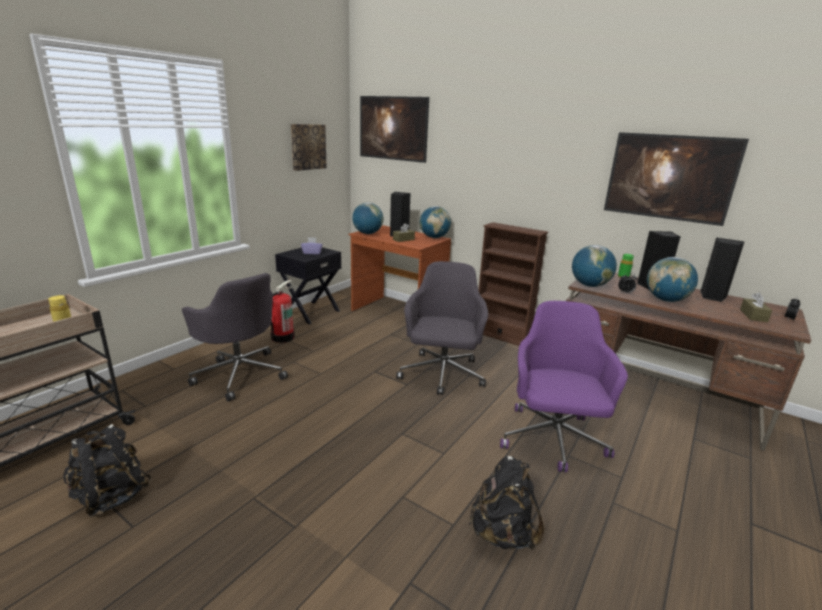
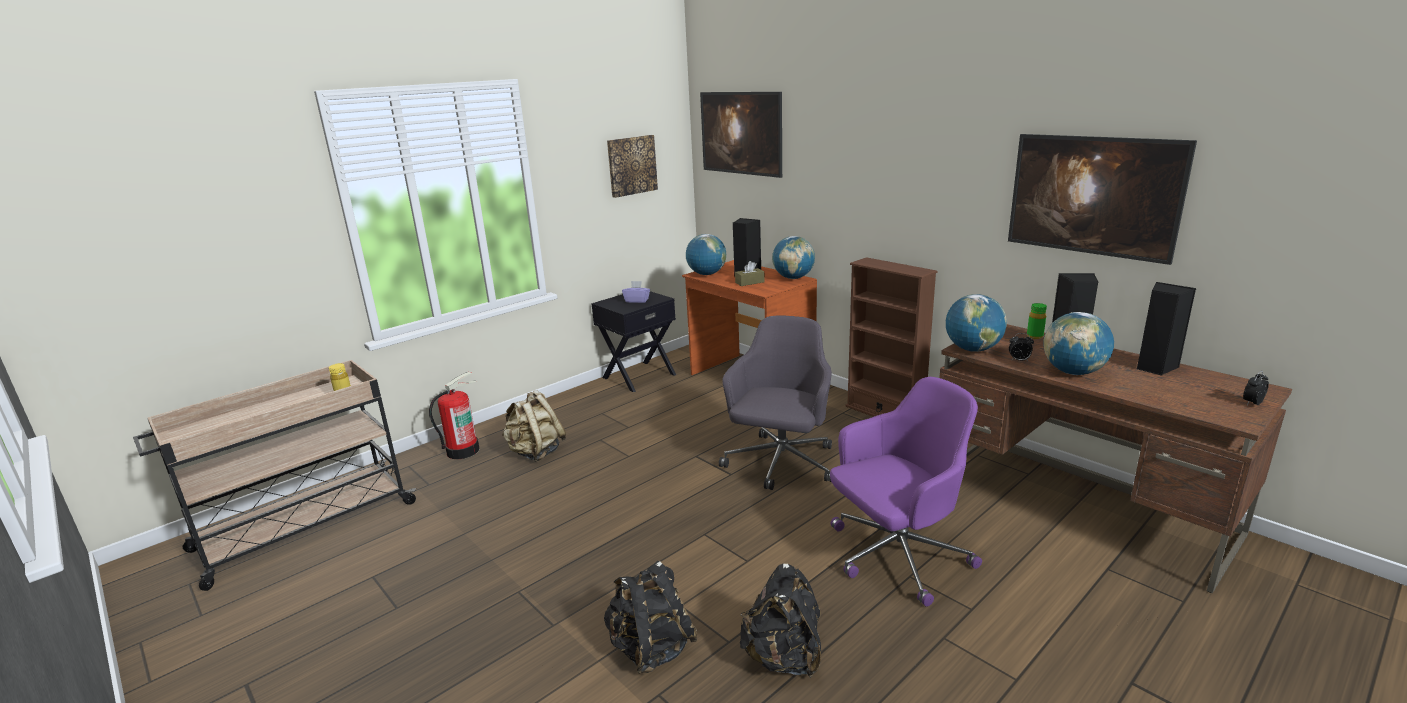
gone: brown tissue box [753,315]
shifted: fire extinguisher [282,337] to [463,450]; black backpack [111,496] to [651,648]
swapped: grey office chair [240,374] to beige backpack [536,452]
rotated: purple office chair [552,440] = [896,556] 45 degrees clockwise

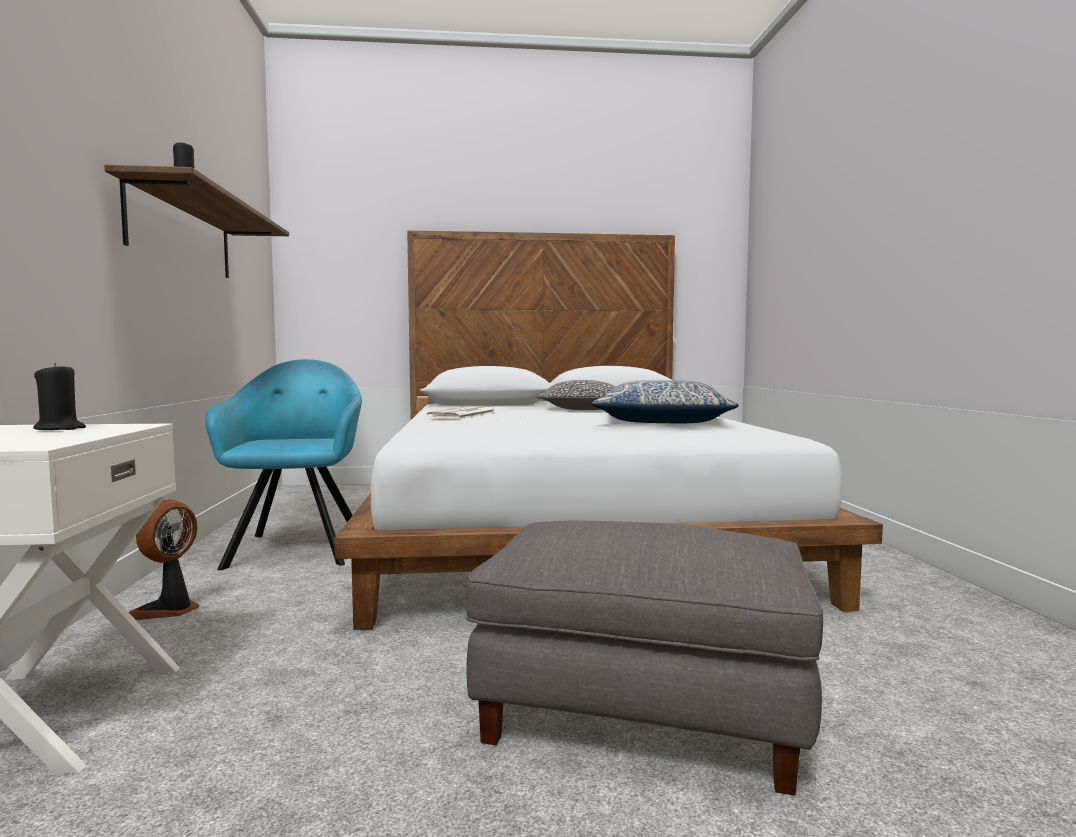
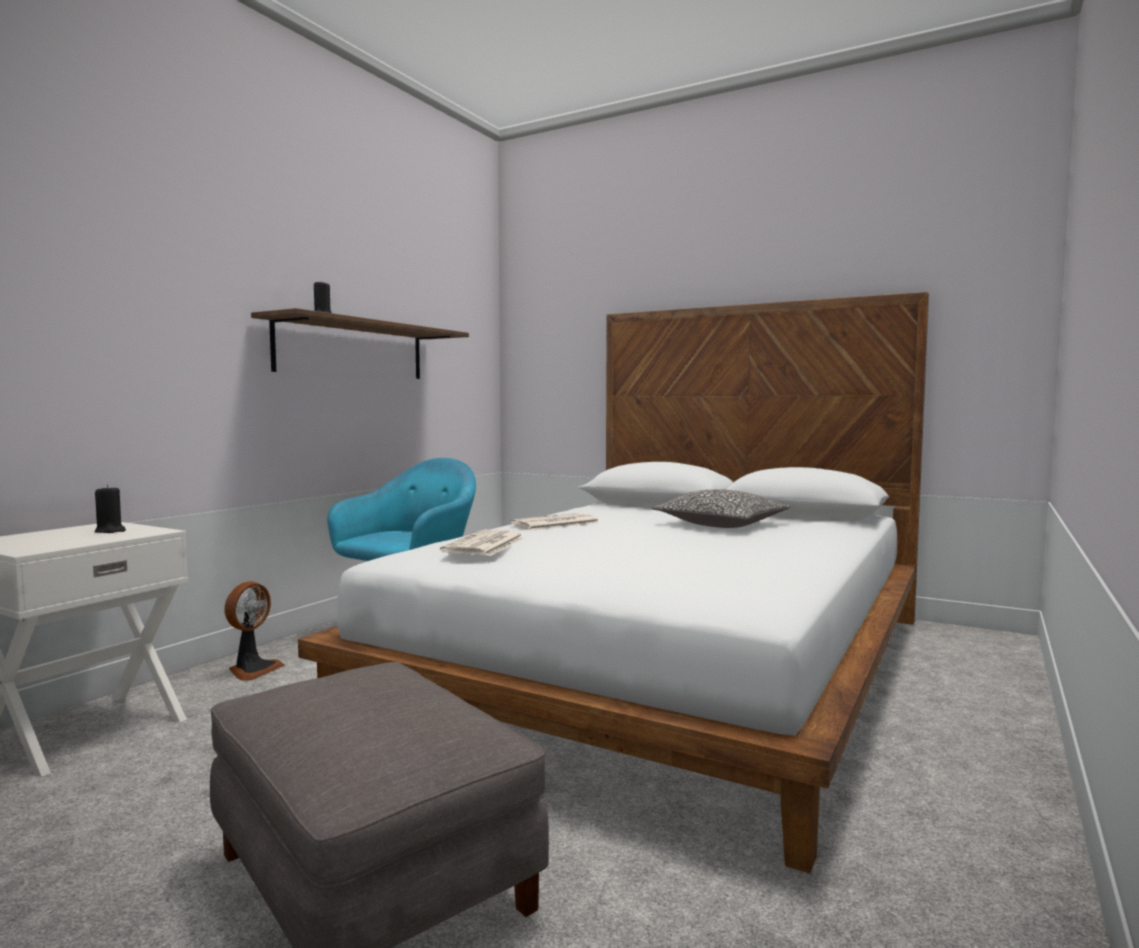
gone: pillow [662,422]
new: newspaper [485,545]
rotated: fan [169,610] = [252,670] 150 degrees clockwise

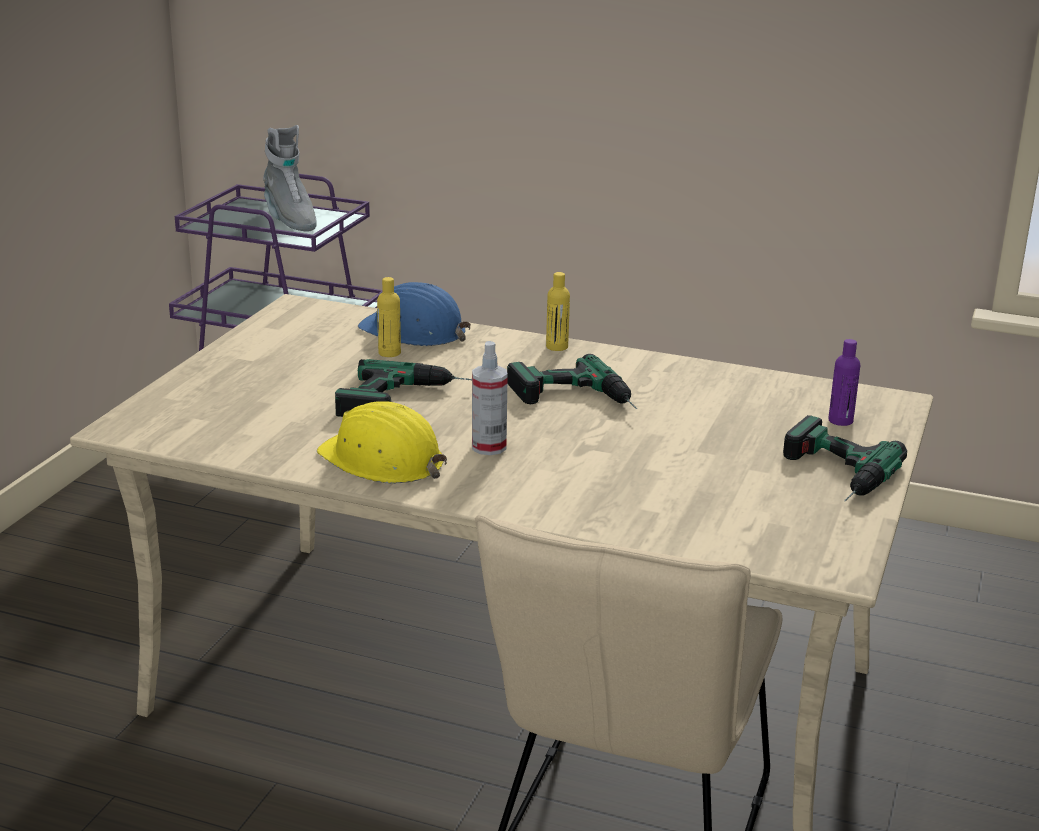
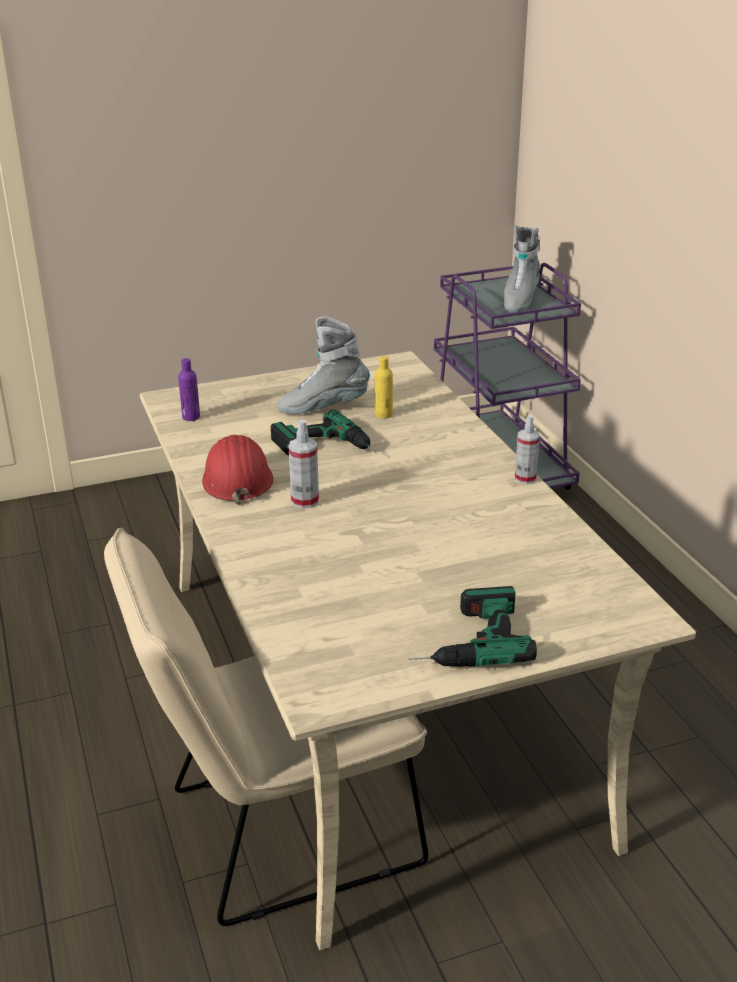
gone: blue hard hat [414,331]; power drill [575,400]; yellow bottle [557,347]
new: grey boot [323,407]; spray bottle [525,478]
shifted: purple bottle [840,421] to [191,417]
repainted: yellow hard hat [382,460] to red hard hat [237,479]

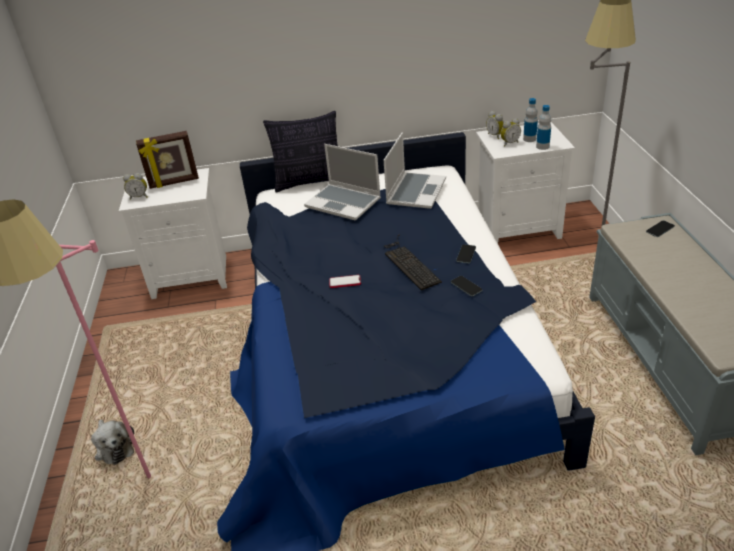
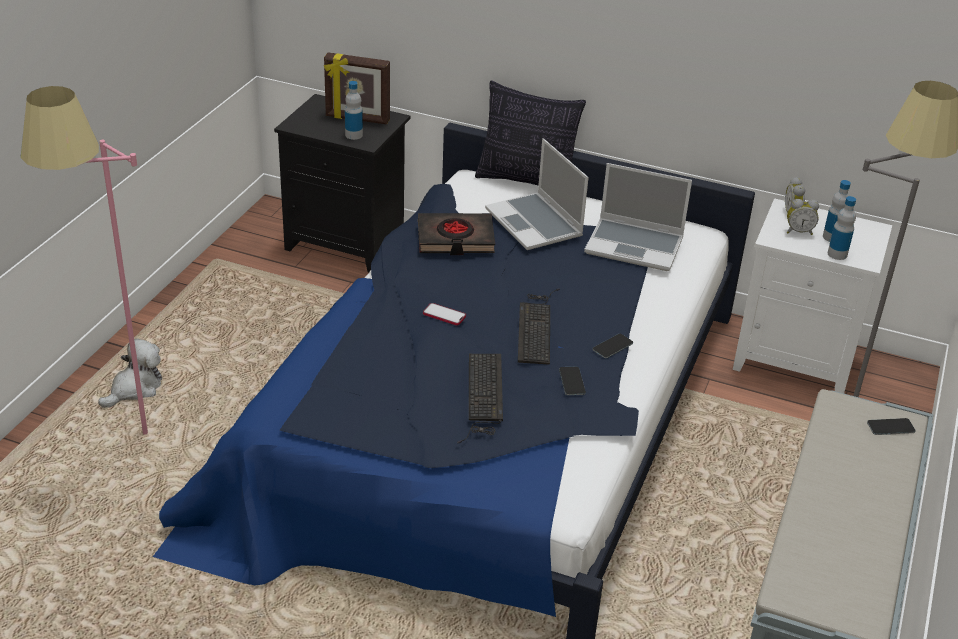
gone: alarm clock [139,197]
new: bottle [354,135]; black book [455,239]; keyboard [483,396]
repainted: white nightstand [192,275] to black nightstand [348,242]
rotated: plush toy [114,447] = [135,389] 135 degrees counterclockwise; laptop [415,191] = [635,246] 60 degrees clockwise

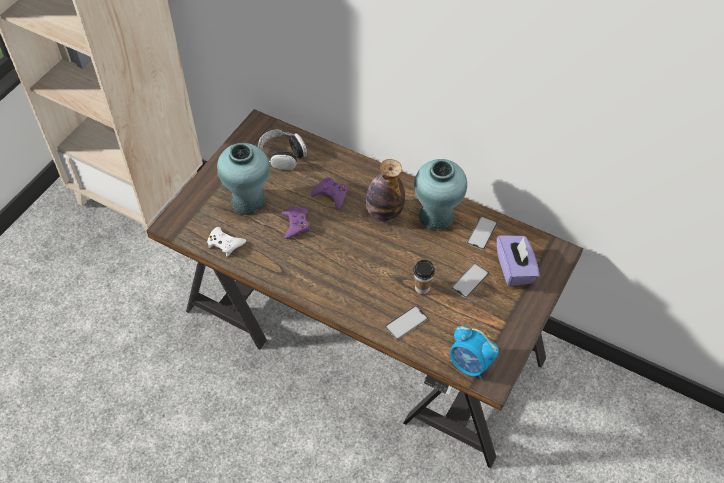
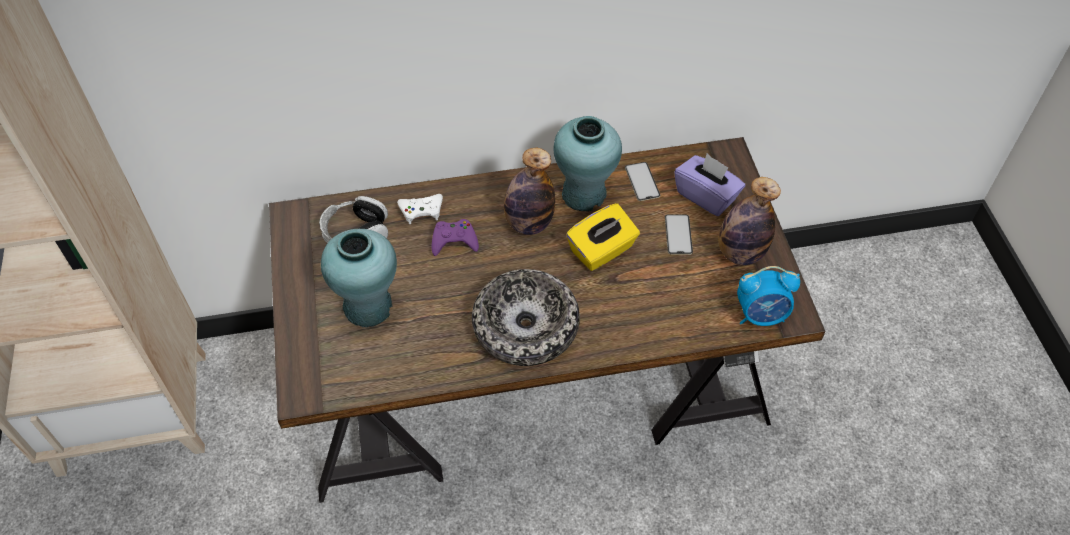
gone: purple game controller [296,224]; phone [406,323]; cup [422,288]
new: bowl [526,326]; yellow tissue box [602,251]; bottle [740,253]
shifted: white game controller [225,243] to [421,210]

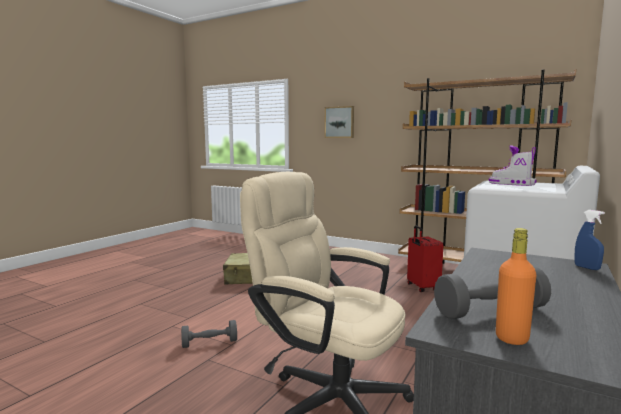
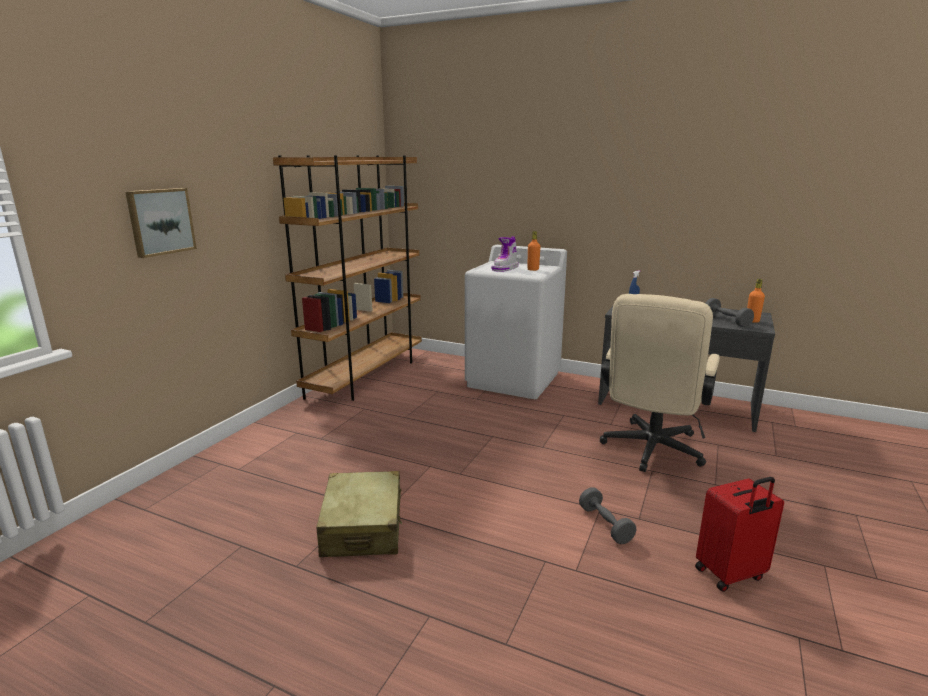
new: orange bottle [533,269]
shifted: red suitcase [422,287] to [730,574]

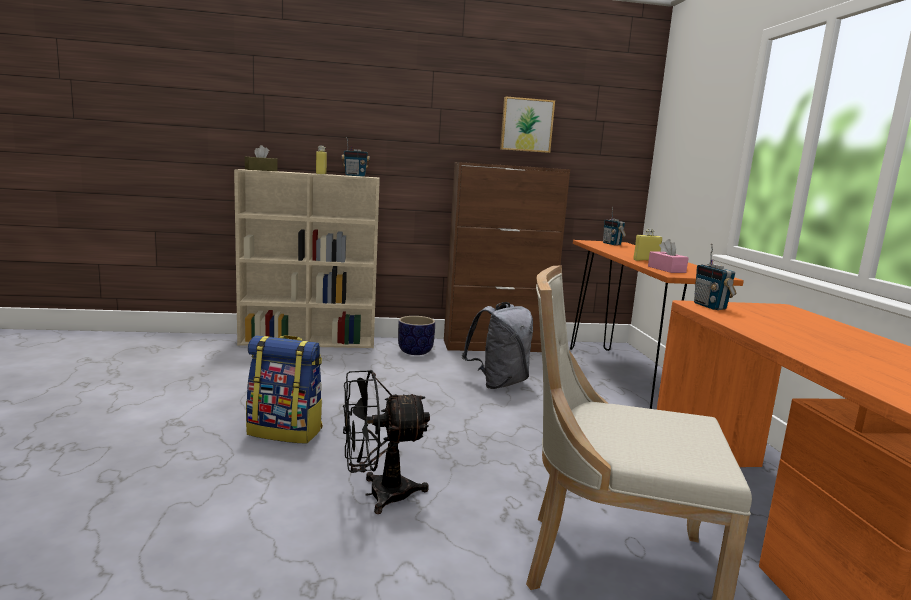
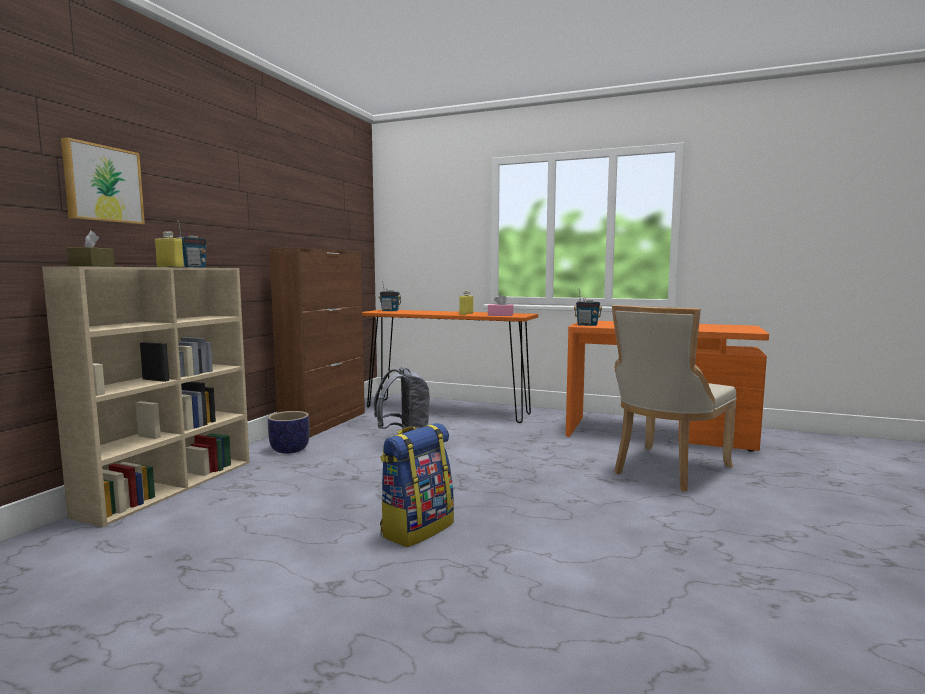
gone: black fan [378,494]
shifted: picture [526,125] to [102,184]

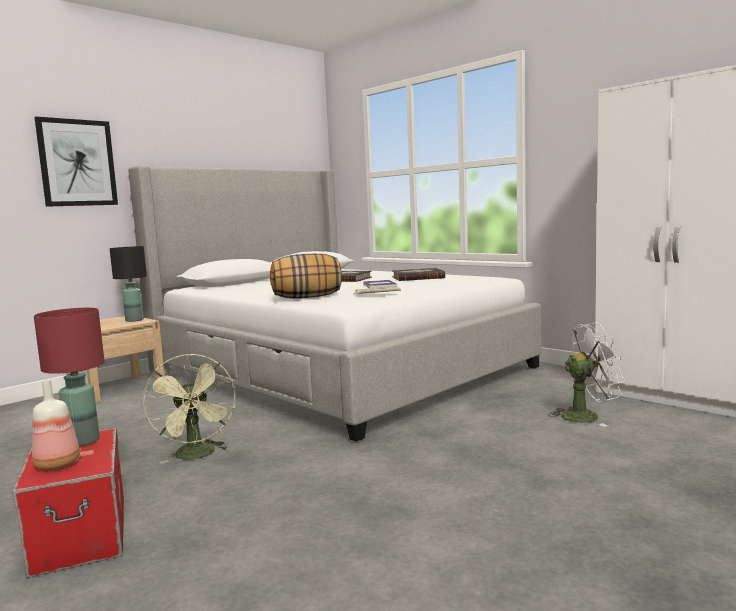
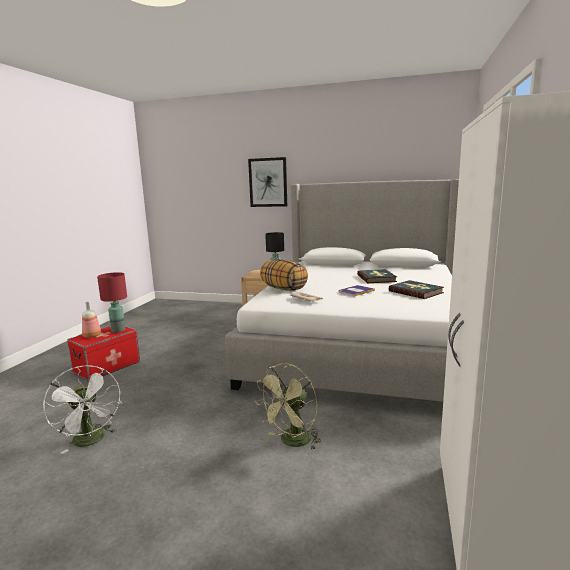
shifted: white fan [587,416] to [91,441]; green fan [197,456] to [292,442]

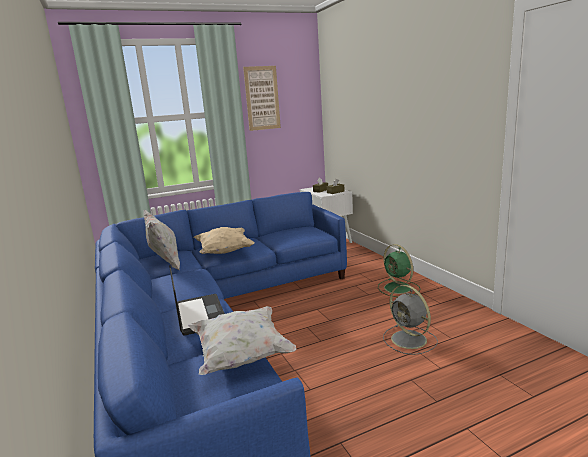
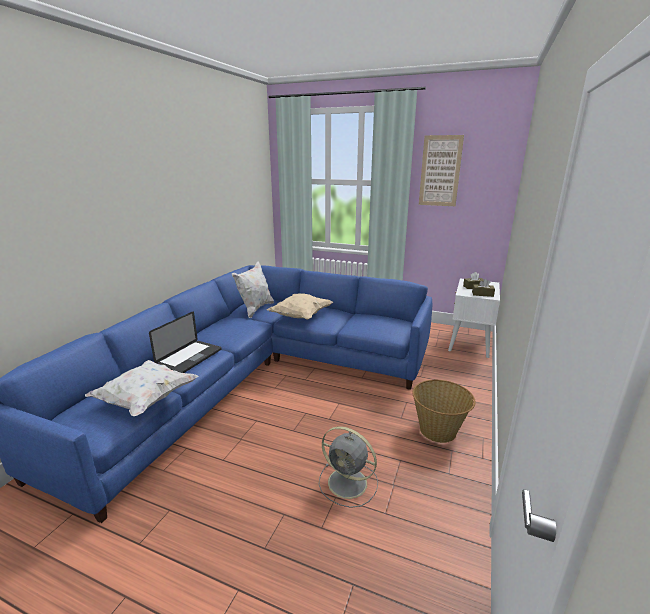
swapped: green fan [398,288] to basket [438,430]
rotated: grey fan [410,340] = [349,483] 75 degrees counterclockwise

